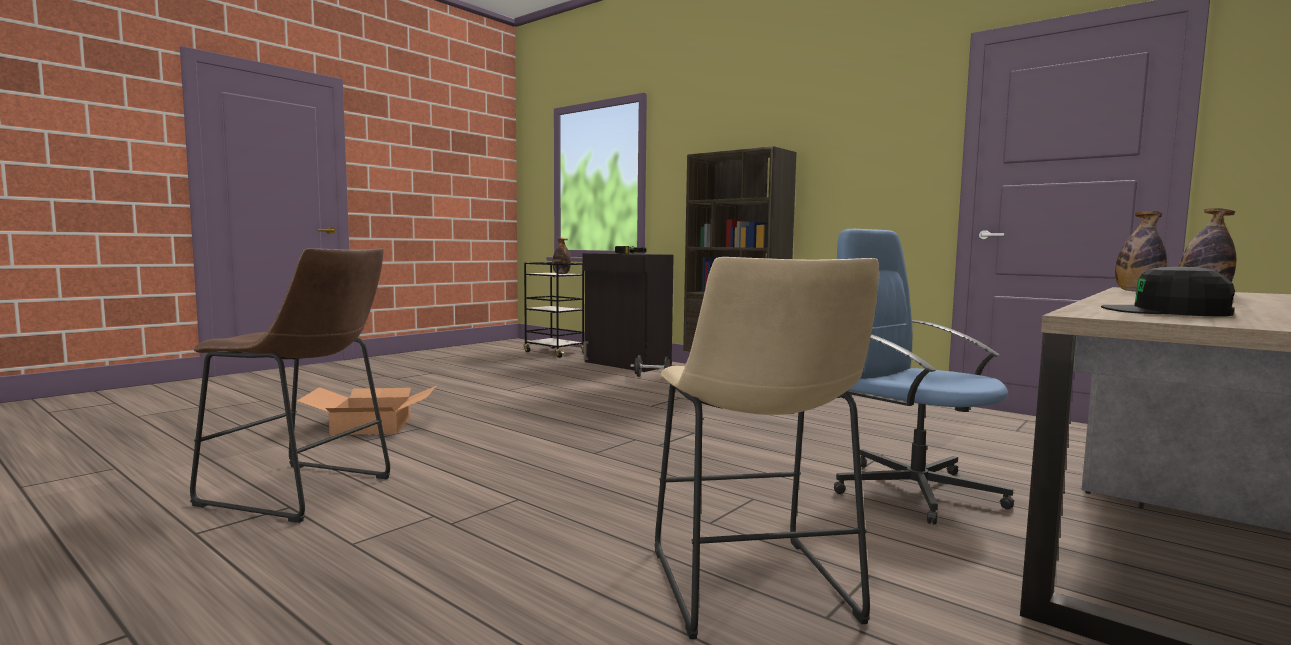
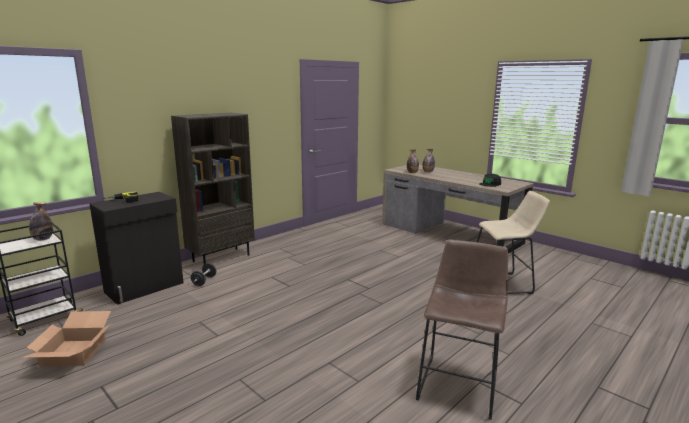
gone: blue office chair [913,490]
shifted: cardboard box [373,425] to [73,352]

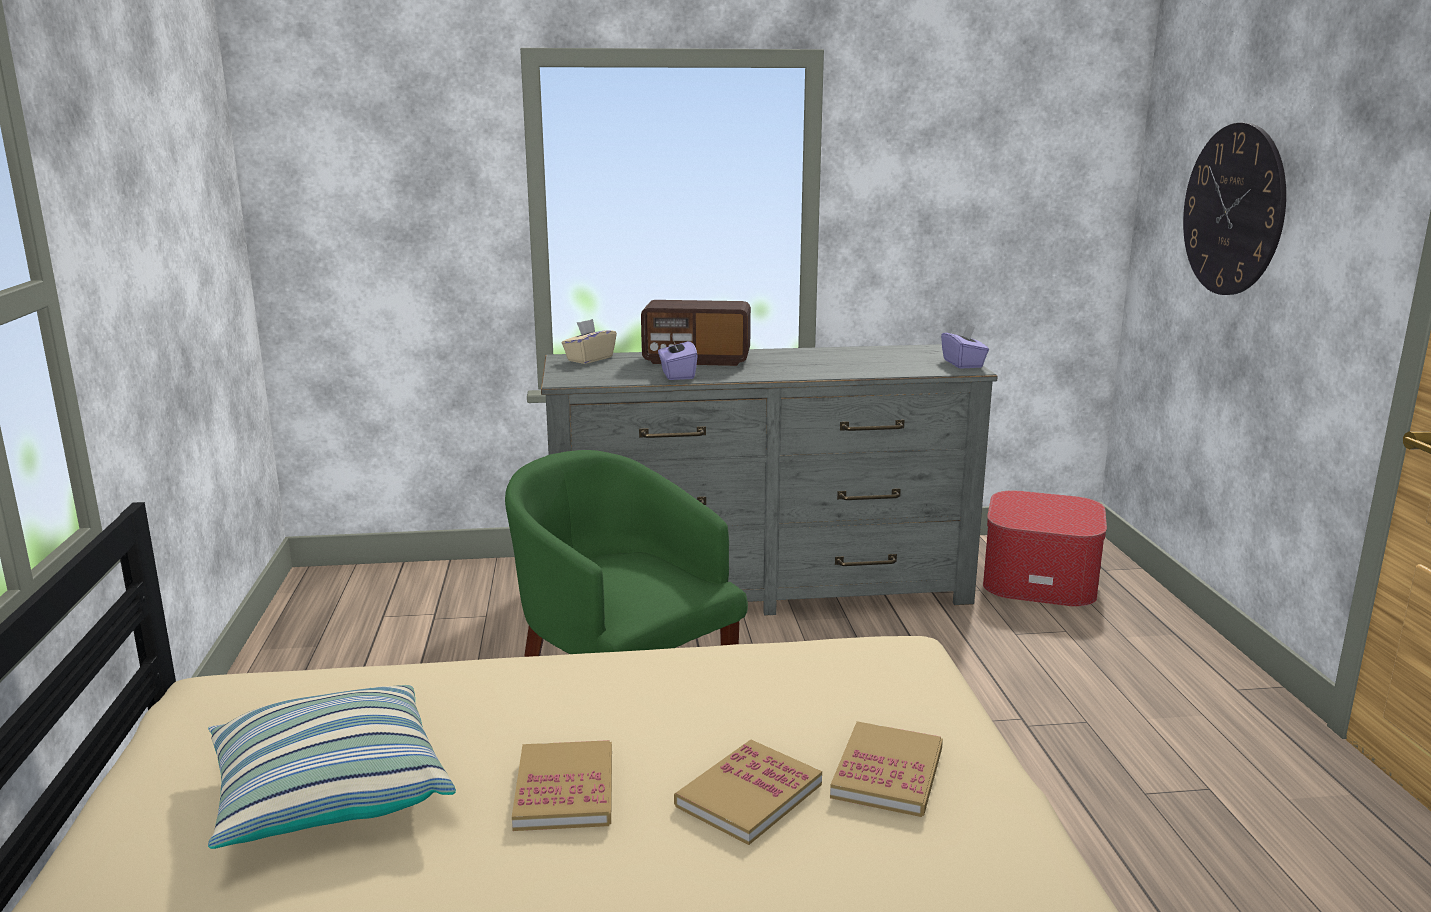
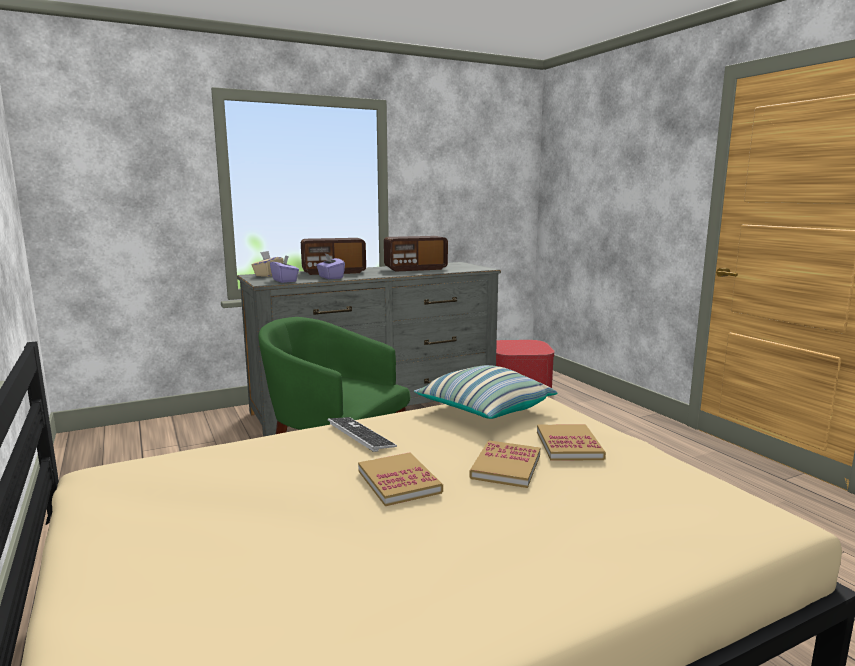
gone: wall clock [1233,210]
new: keyboard [360,435]; radio [415,269]
shifted: purple tissue box [963,364] to [285,281]; pillow [329,794] to [484,411]

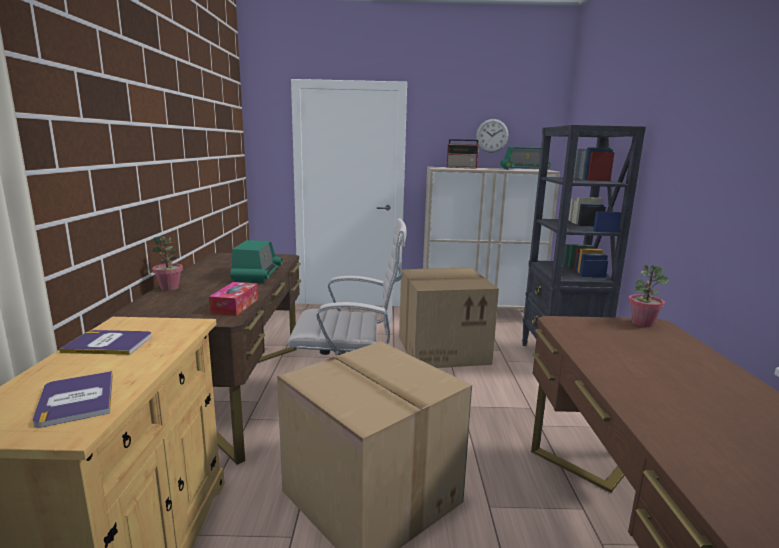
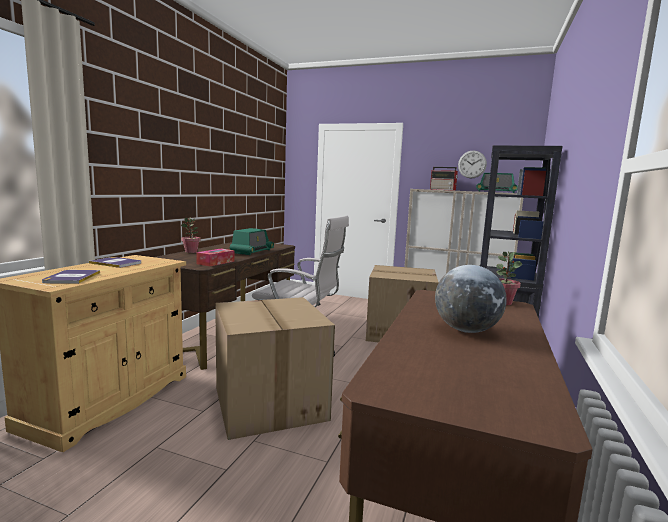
new: globe [466,330]

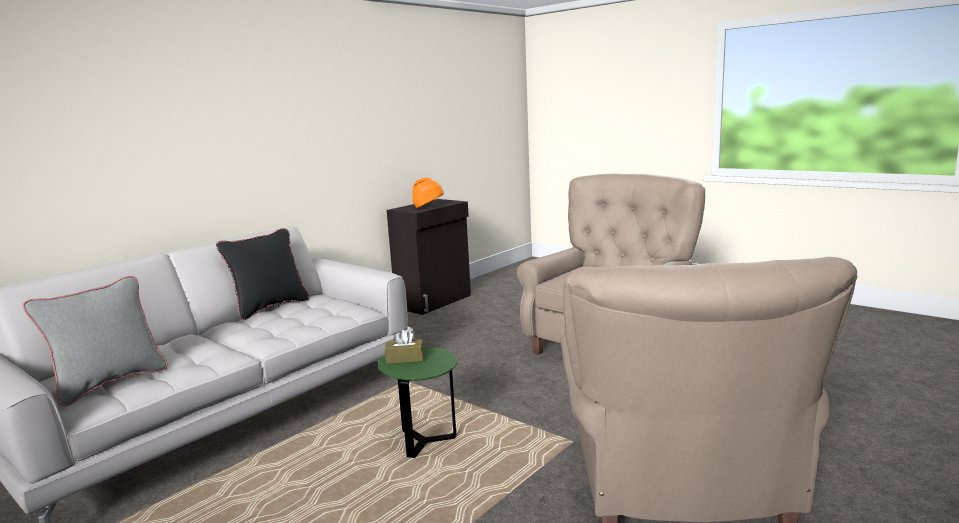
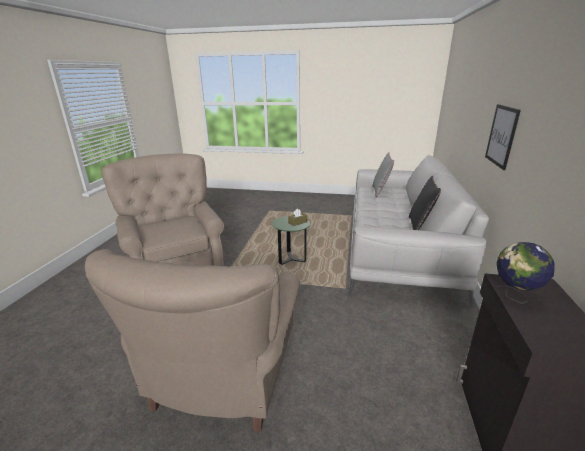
new: picture [501,135]
swapped: orange hat [428,208] to globe [514,296]

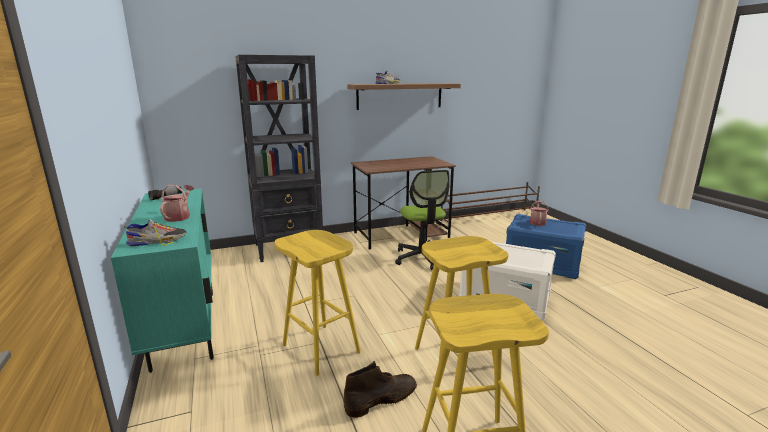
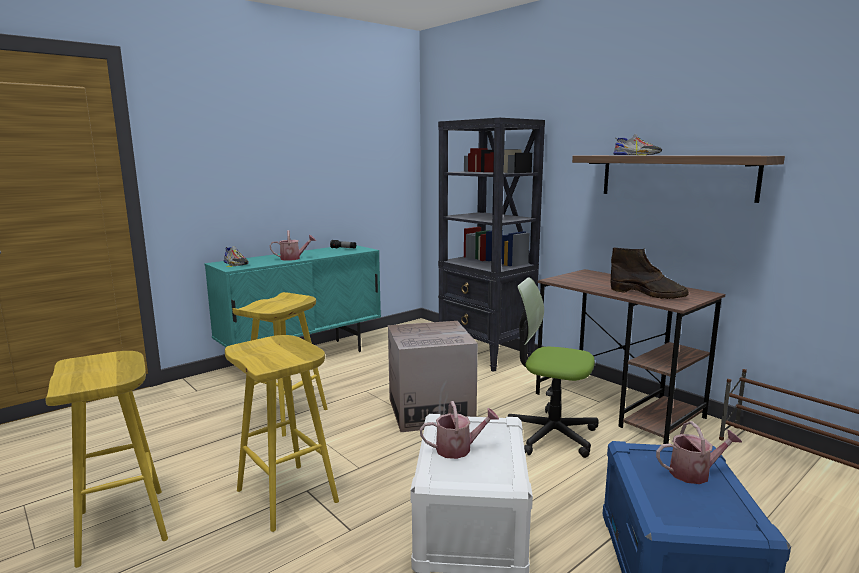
new: cardboard box [430,411]; watering can [458,449]
shifted: brown boot [382,399] to [648,294]
rotated: office chair [422,258] = [550,434] 60 degrees clockwise

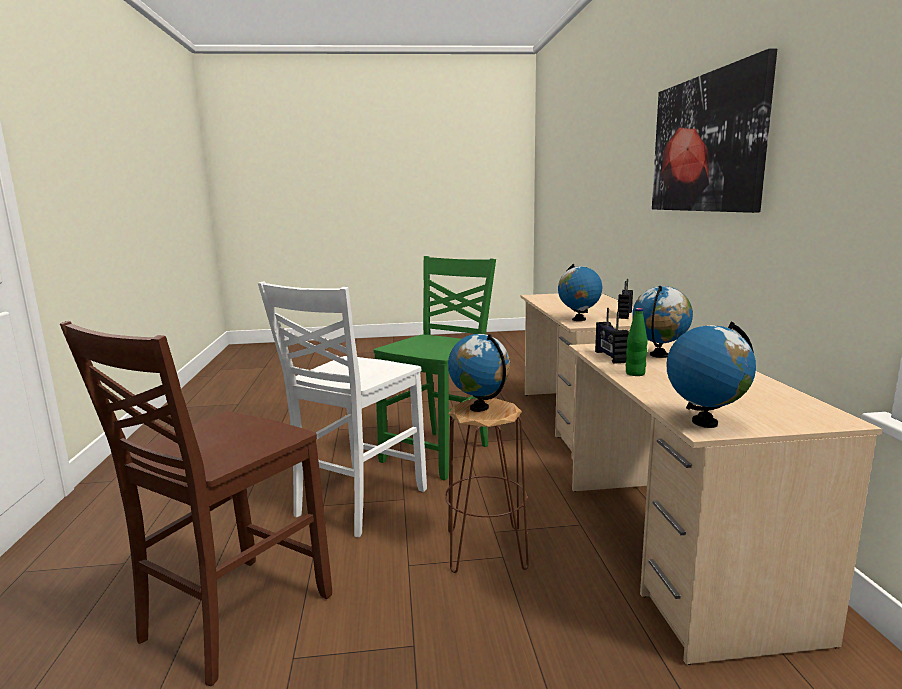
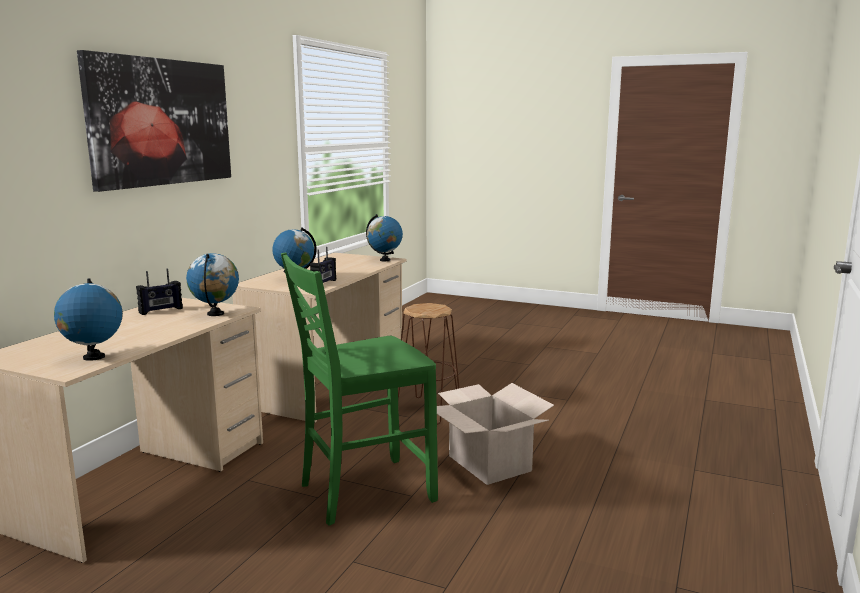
gone: brown chair [232,617]; green bottle [635,373]
shifted: globe [479,408] to [93,357]
swapped: white chair [357,503] to cardboard box [490,463]

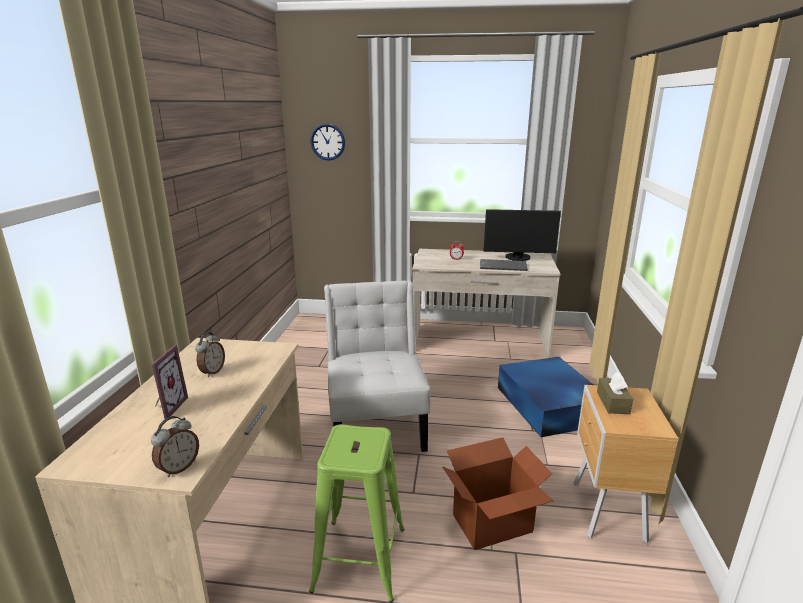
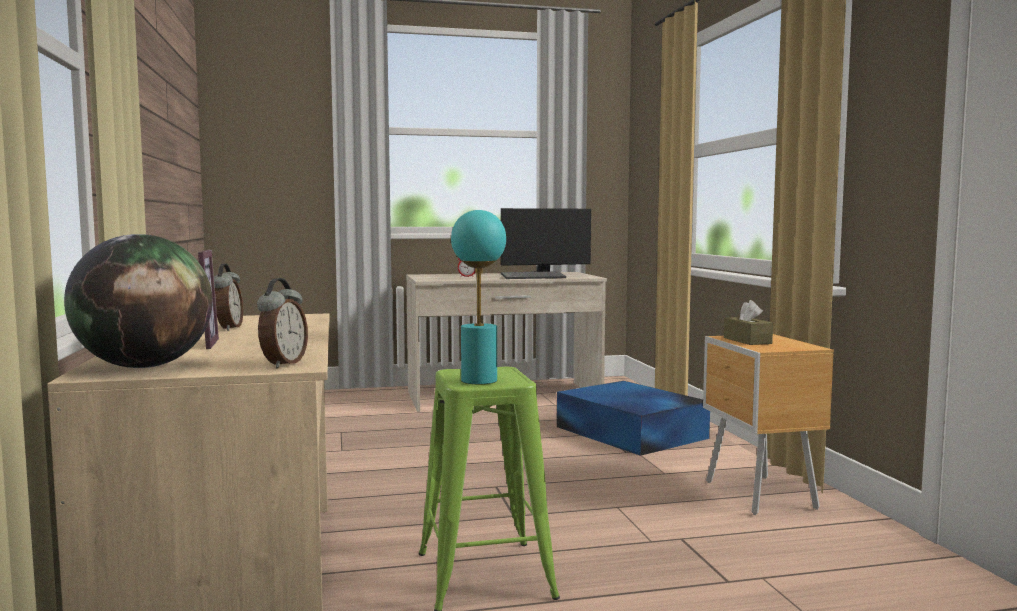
gone: wall clock [327,142]; white chair [376,423]; cardboard box [493,524]
new: globe [144,366]; turquoise table lamp [479,380]

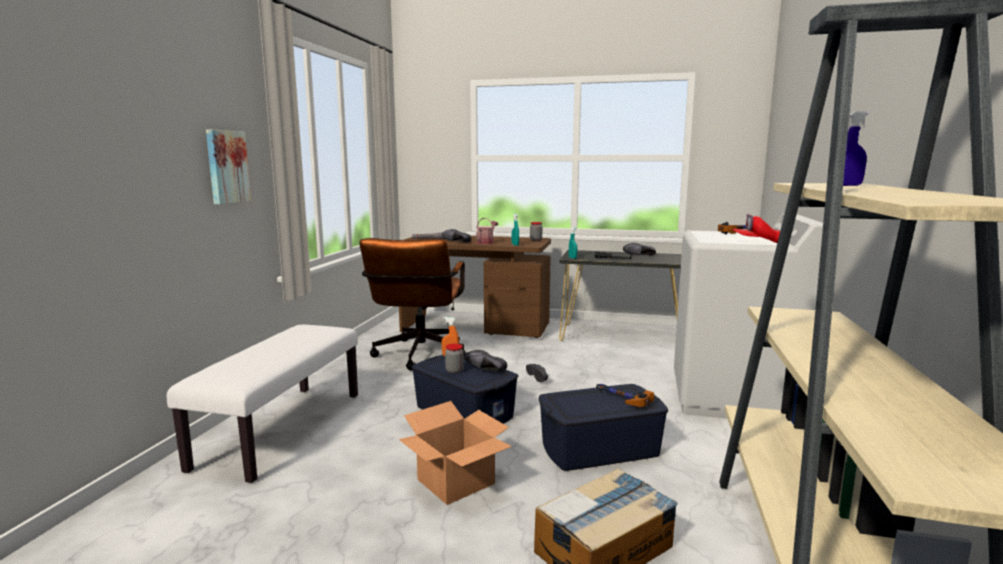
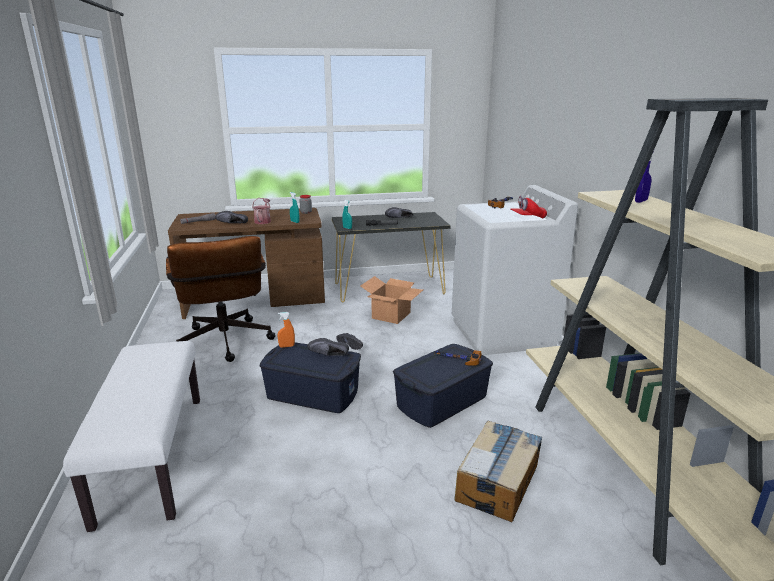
gone: picture [226,167]; jar [454,371]
shifted: cardboard box [456,481] to [391,315]

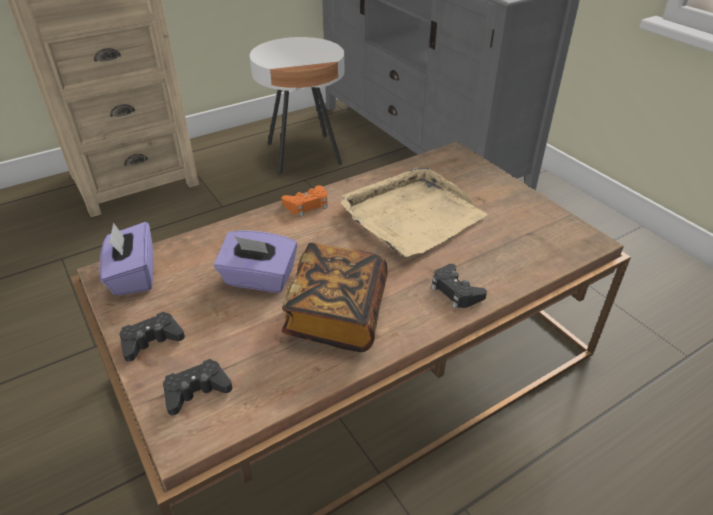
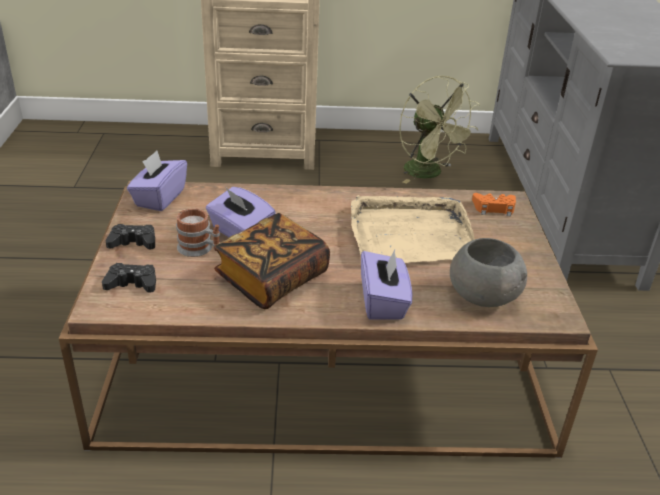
new: mug [200,249]; grey bowl [482,296]
shifted: orange game controller [307,205] to [494,208]
swapped: black game controller [455,291] to purple tissue box [383,302]; white side table [303,154] to green fan [429,174]

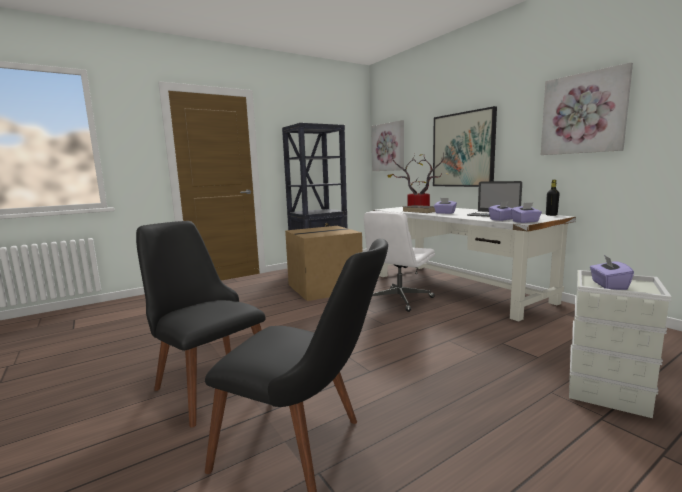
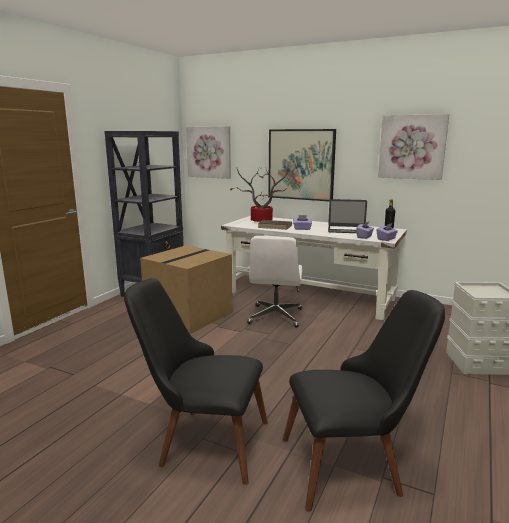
gone: purple tissue box [608,285]

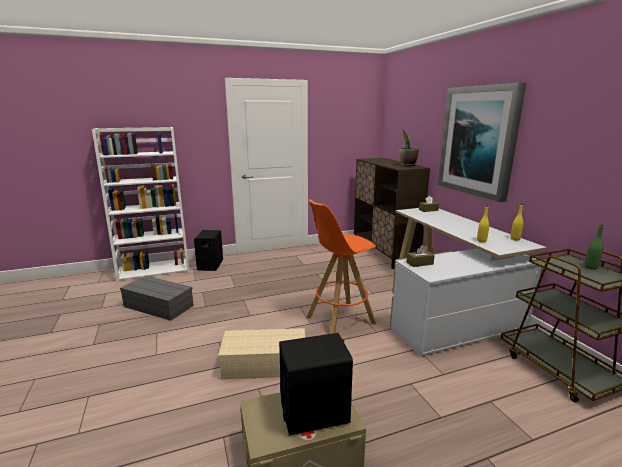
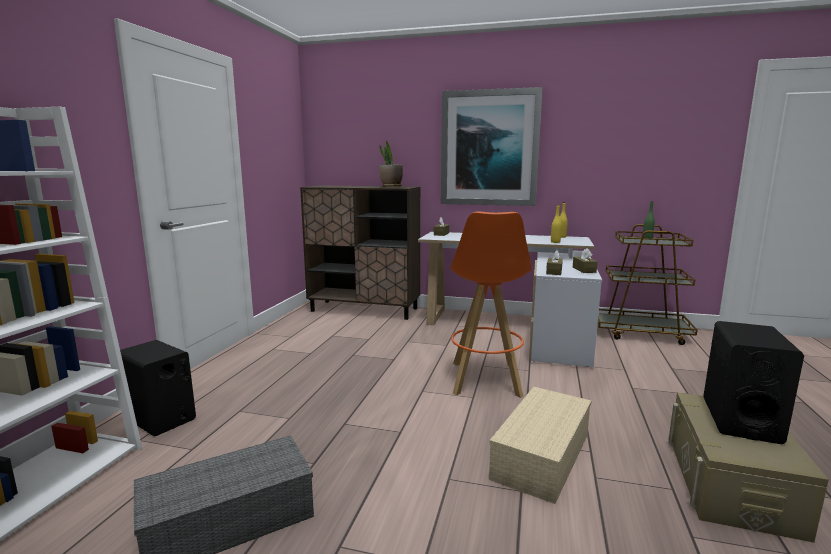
new: brown tissue box [584,270]

